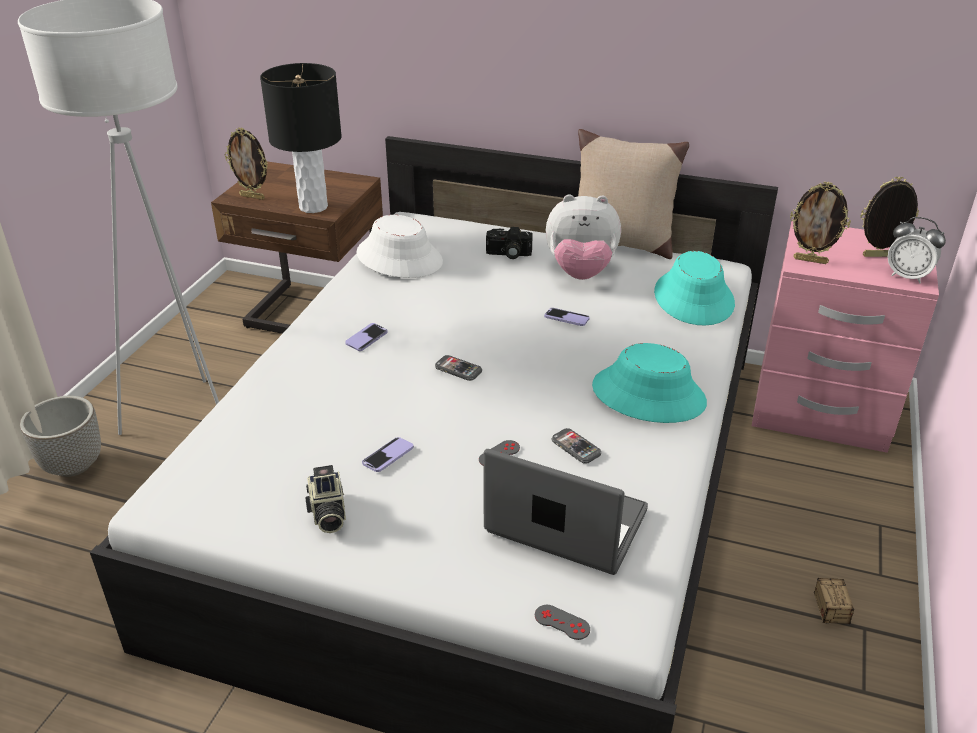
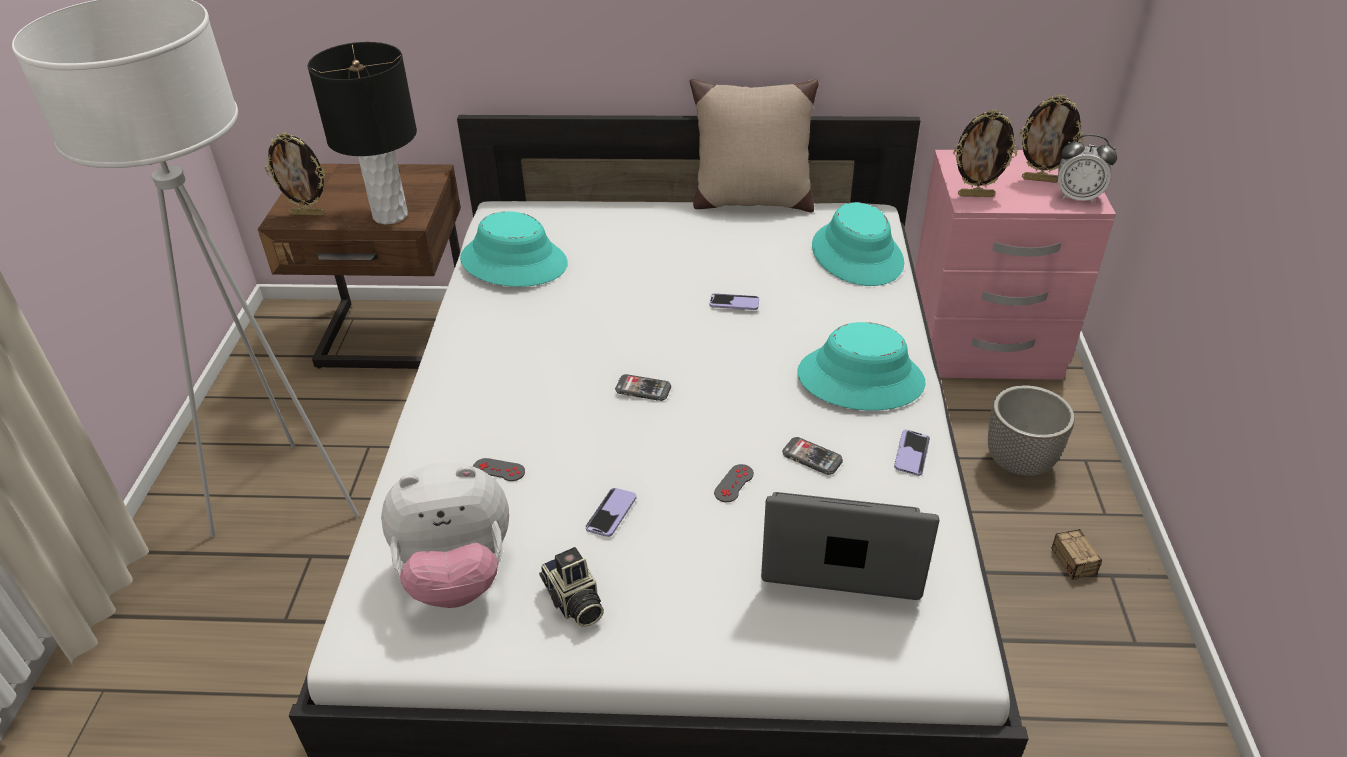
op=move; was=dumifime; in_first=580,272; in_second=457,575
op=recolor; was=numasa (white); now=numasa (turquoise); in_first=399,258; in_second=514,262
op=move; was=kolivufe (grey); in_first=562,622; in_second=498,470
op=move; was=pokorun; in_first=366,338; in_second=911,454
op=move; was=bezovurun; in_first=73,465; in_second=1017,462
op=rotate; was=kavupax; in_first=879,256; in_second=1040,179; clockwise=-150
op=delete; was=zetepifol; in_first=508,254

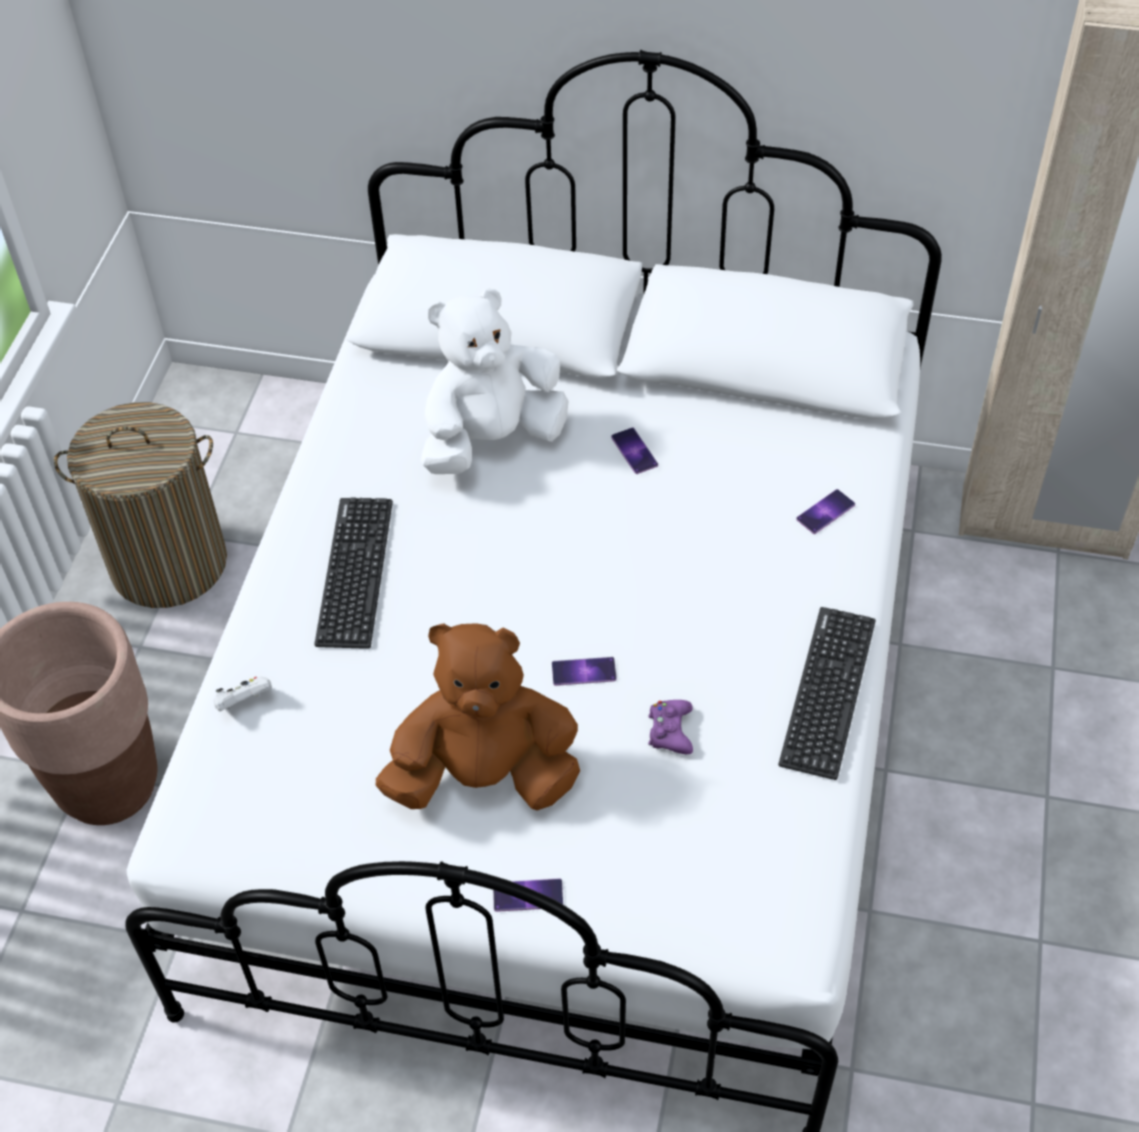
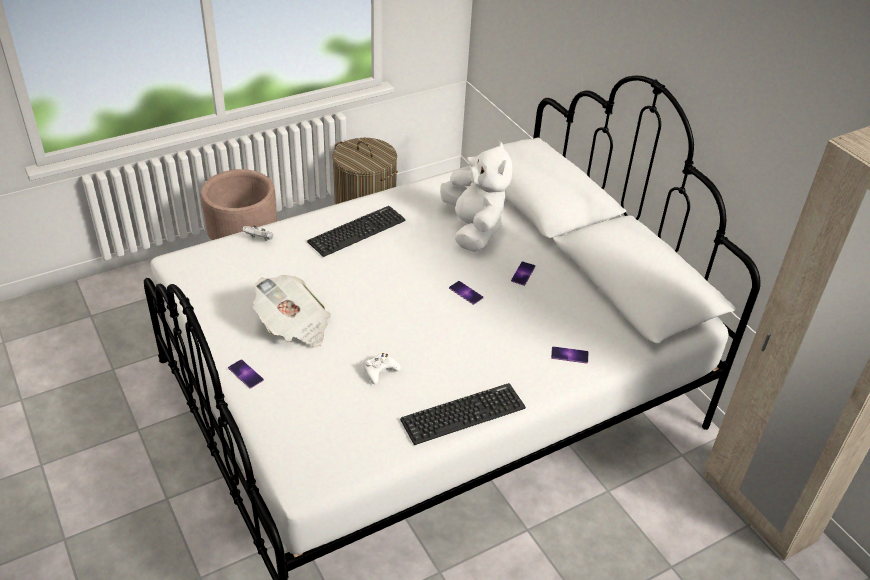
op=replace; was=dumifime (brown); now=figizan; in_first=484,776; in_second=294,326
op=recolor; was=kolivufe (purple); now=kolivufe (white); in_first=670,731; in_second=380,371
op=rotate; was=dumifime (white); in_first=491,439; in_second=473,229; clockwise=60
op=move; was=pokorun; in_first=584,671; in_second=466,293

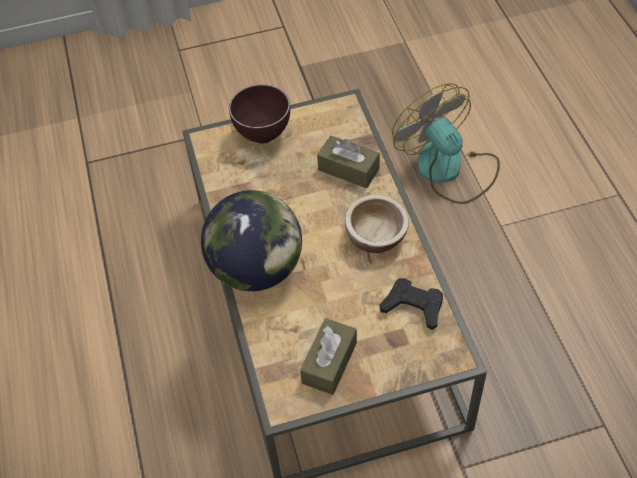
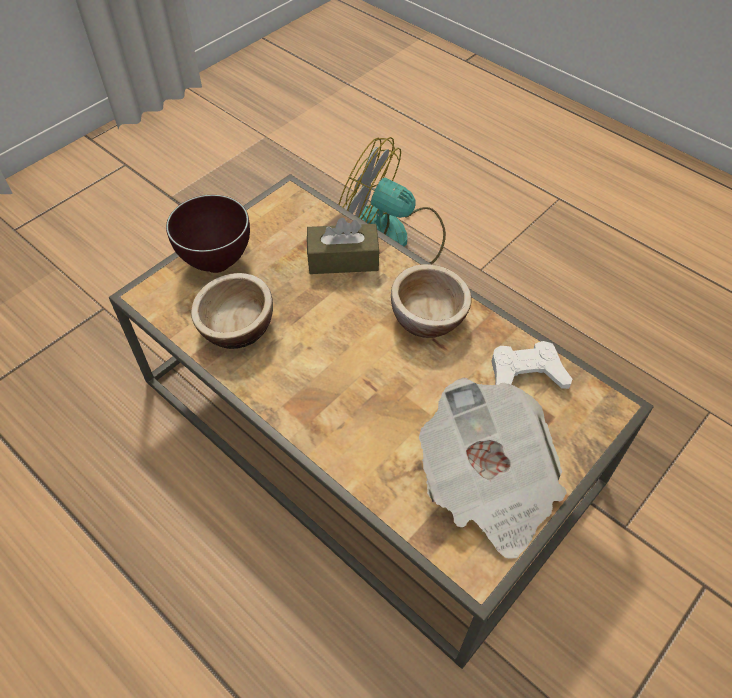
op=insert; now=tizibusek; in_second=237,327
op=replace; was=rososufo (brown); now=figizan; in_first=329,363; in_second=488,485
op=recolor; was=kolivufe (black); now=kolivufe (white); in_first=413,306; in_second=526,373
op=delete; was=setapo; in_first=256,269

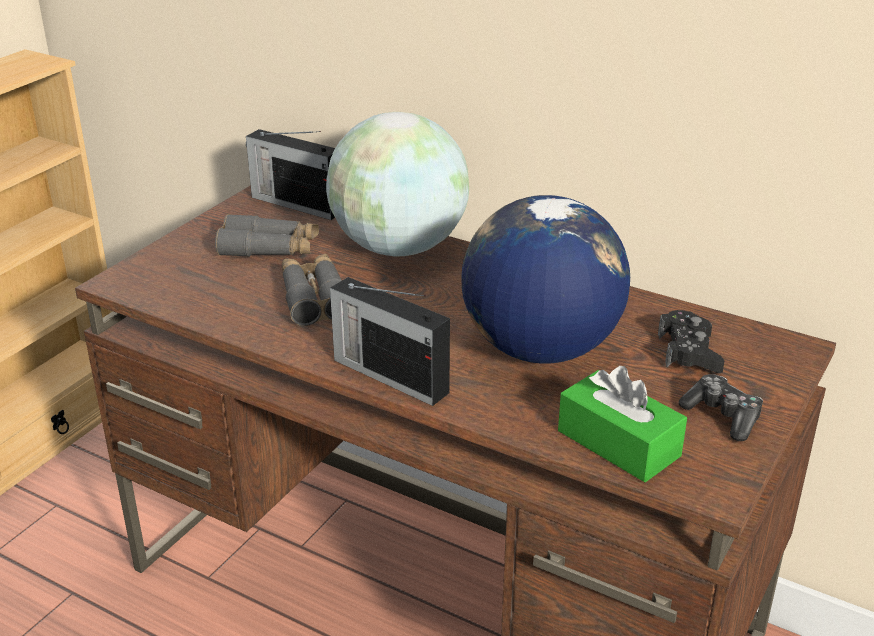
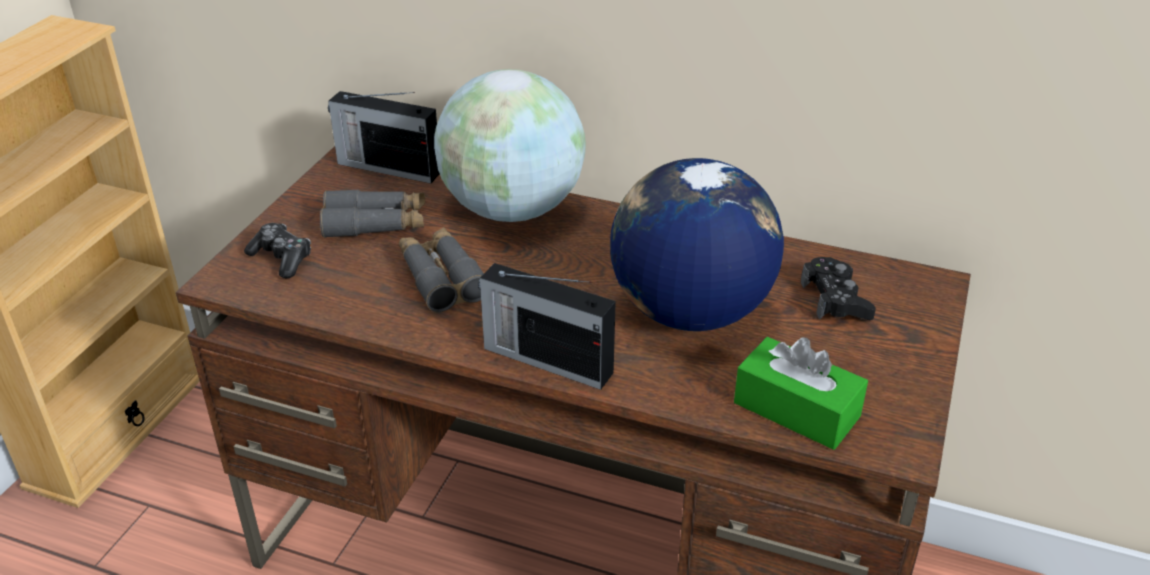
op=move; was=kolivufe; in_first=722,416; in_second=282,258

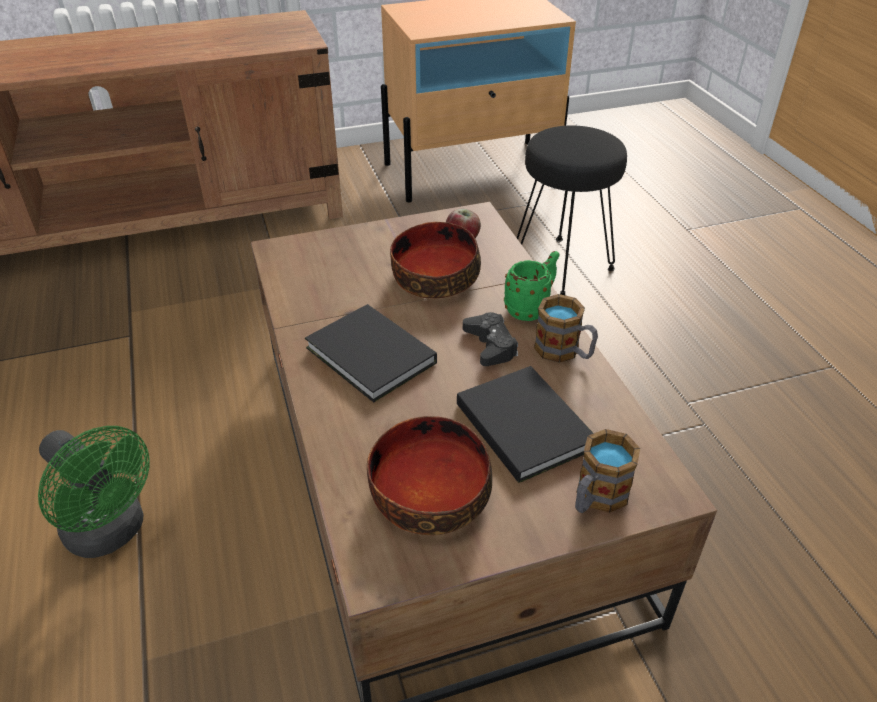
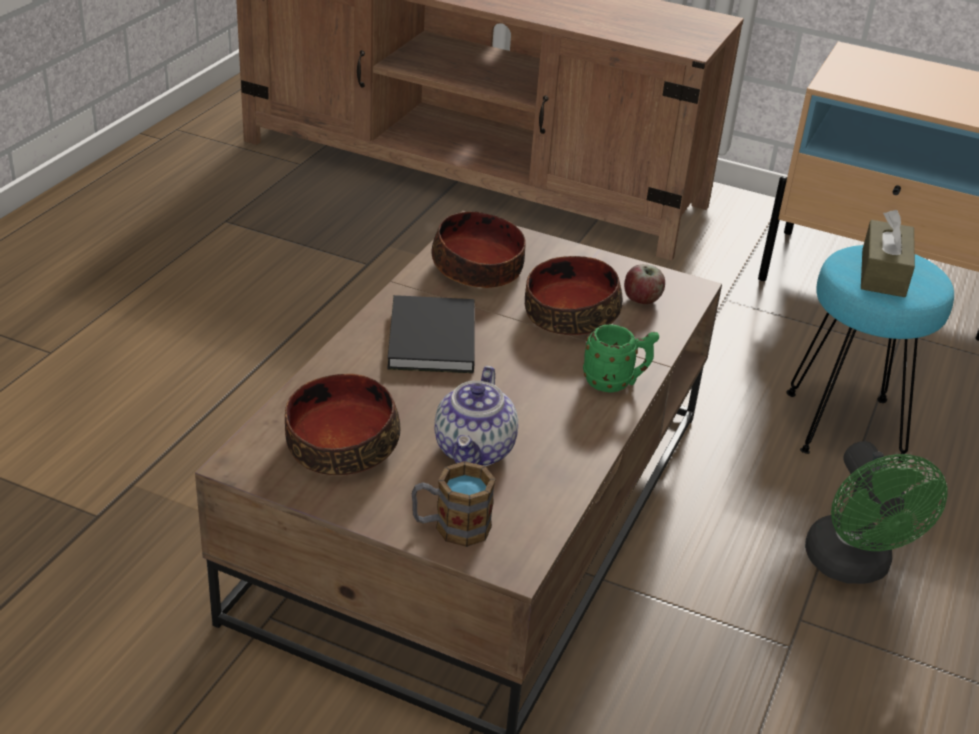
op=insert; now=tizibusek; in_second=477,269
op=replace; was=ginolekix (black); now=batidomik; in_first=524,423; in_second=475,450
op=recolor; was=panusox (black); now=panusox (turquoise); in_first=562,266; in_second=846,426
op=move; was=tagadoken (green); in_first=112,533; in_second=853,567
op=insert; now=rososufo (brown); in_second=883,273
op=delete; was=kolivufe (black); in_first=490,345
op=delete; was=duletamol; in_first=564,352

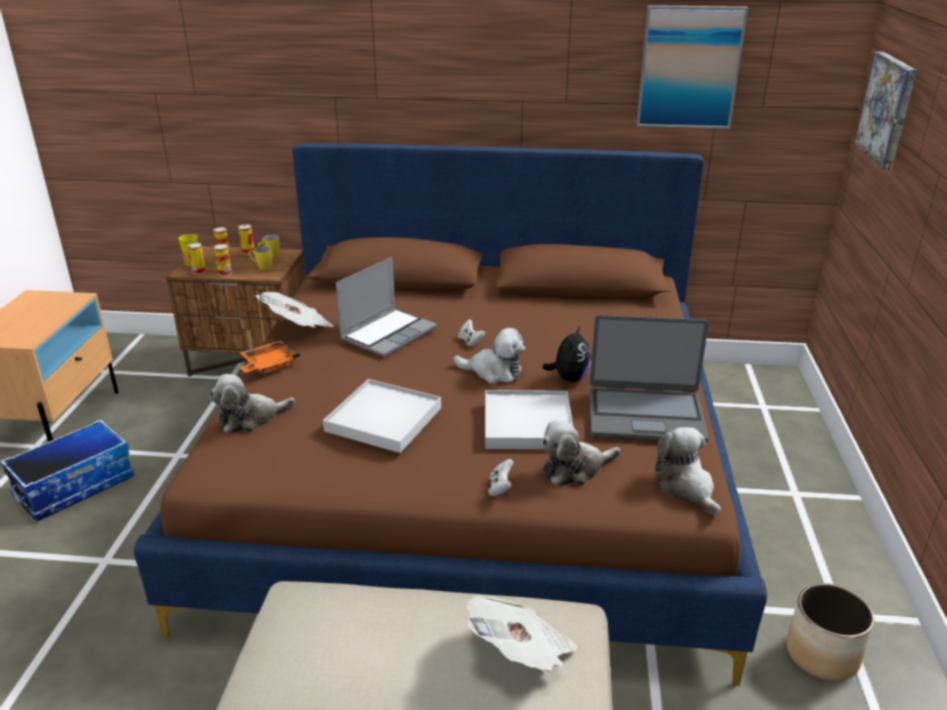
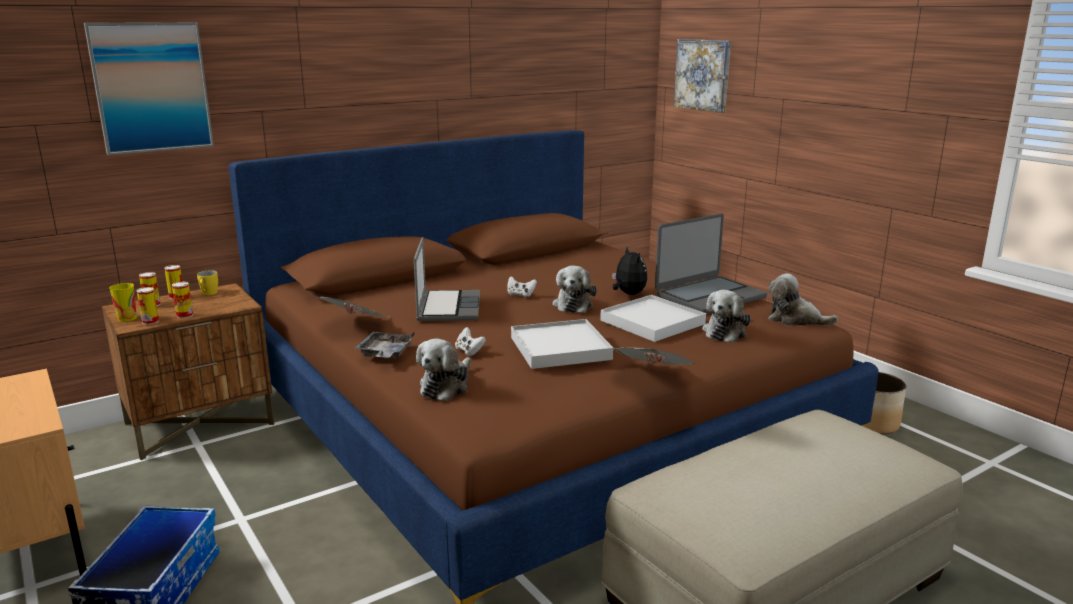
op=move; was=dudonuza; in_first=689,67; in_second=151,87
op=recolor; was=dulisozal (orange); now=dulisozal (grey); in_first=268,365; in_second=385,354
op=move; was=kolivufe (white); in_first=500,488; in_second=469,351
op=rotate; was=dumifime; in_first=493,371; in_second=573,304; clockwise=120
op=move; was=figizan; in_first=521,653; in_second=653,378
op=delete; was=duletamol (yellow); in_first=261,266

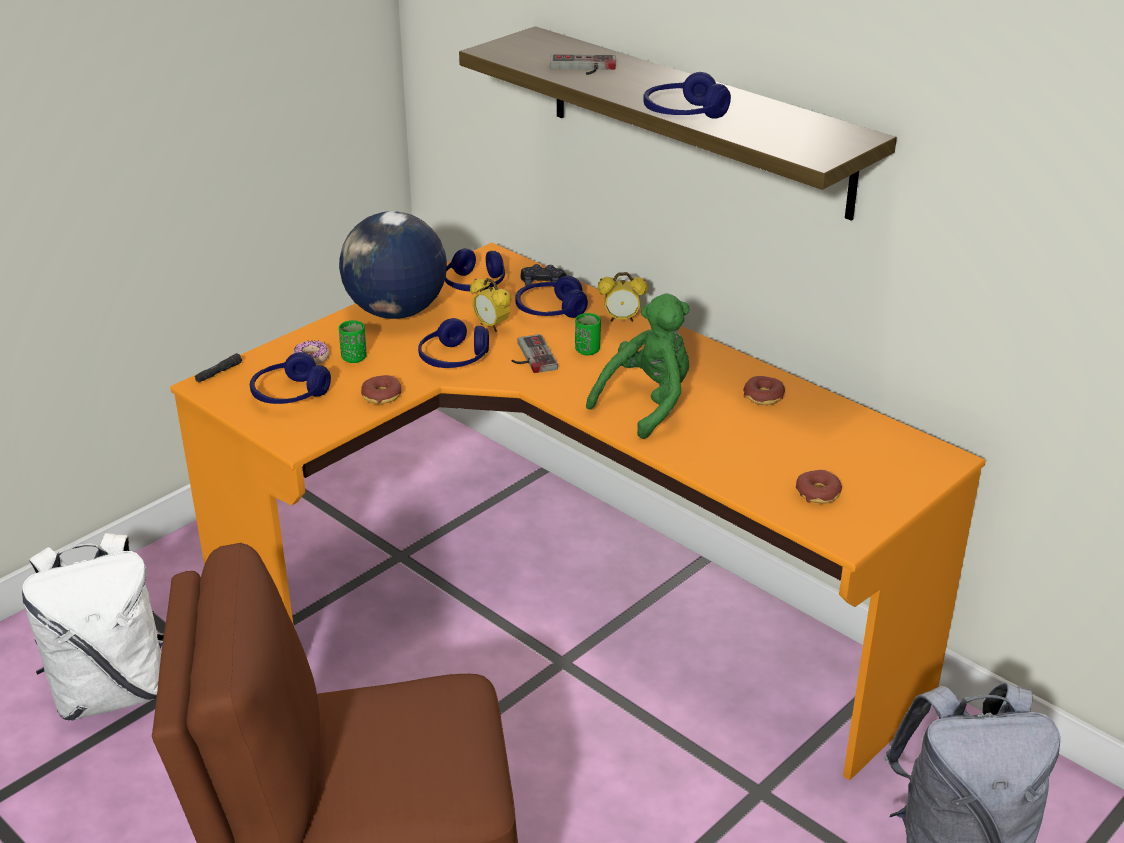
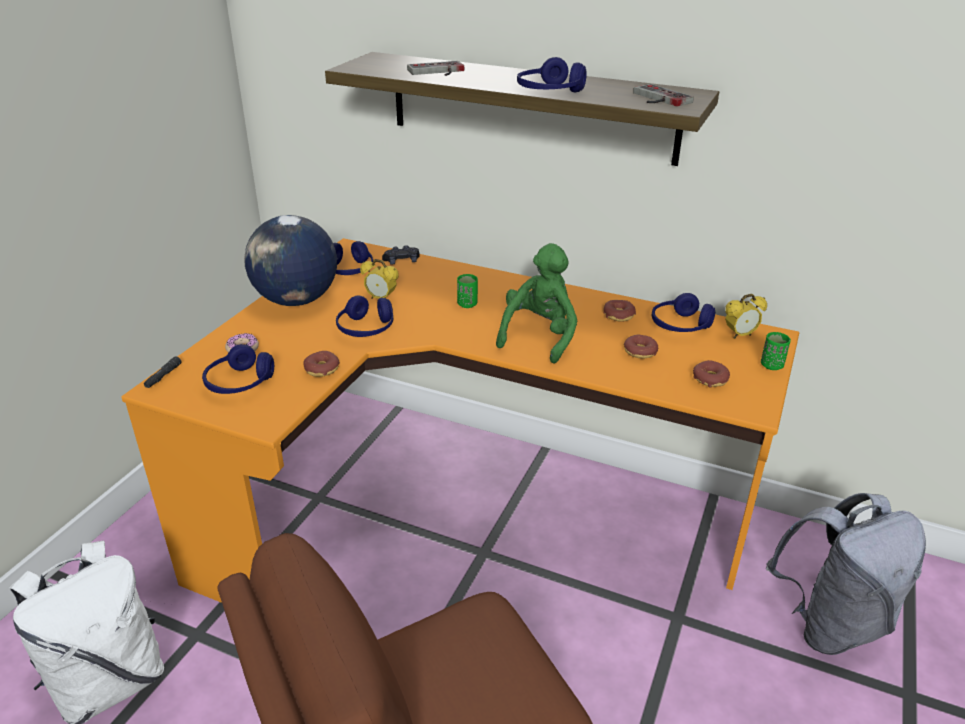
op=insert; now=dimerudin; in_second=640,352
op=move; was=kolivufe; in_first=530,357; in_second=657,99
op=move; was=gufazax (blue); in_first=550,311; in_second=680,326
op=move; was=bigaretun; in_first=621,319; in_second=740,335
op=move; was=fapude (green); in_first=354,358; in_second=771,365

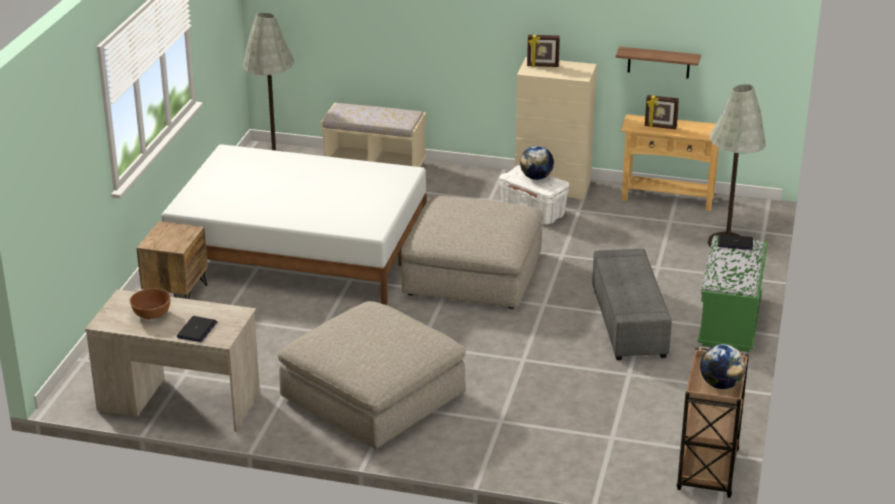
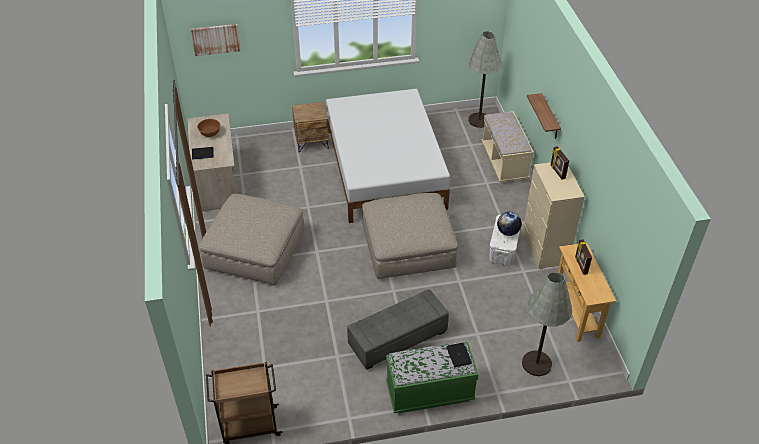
op=insert; now=dudonuza; in_second=216,39
op=move; was=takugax; in_first=658,62; in_second=550,117
op=delete; was=setapo; in_first=721,385

